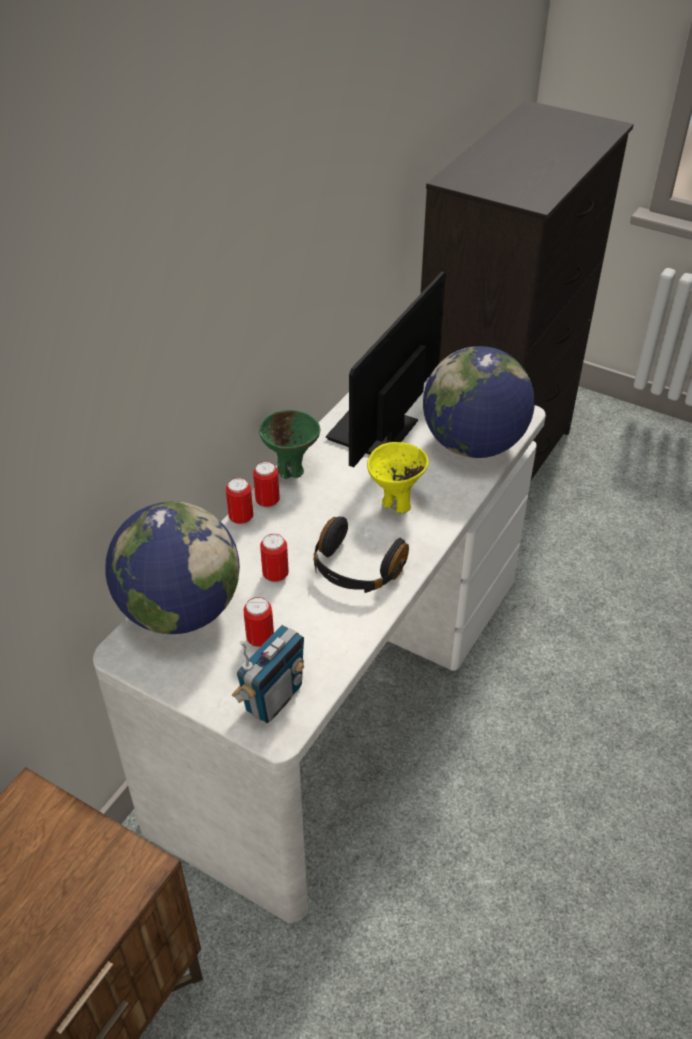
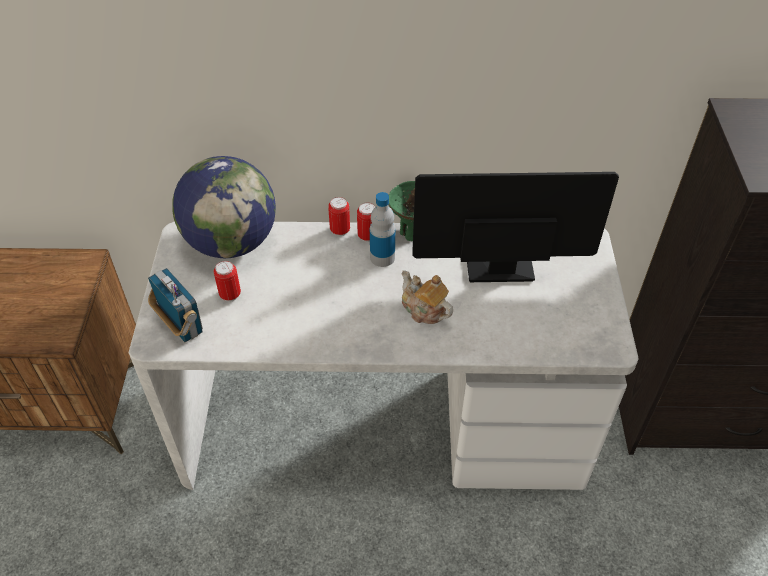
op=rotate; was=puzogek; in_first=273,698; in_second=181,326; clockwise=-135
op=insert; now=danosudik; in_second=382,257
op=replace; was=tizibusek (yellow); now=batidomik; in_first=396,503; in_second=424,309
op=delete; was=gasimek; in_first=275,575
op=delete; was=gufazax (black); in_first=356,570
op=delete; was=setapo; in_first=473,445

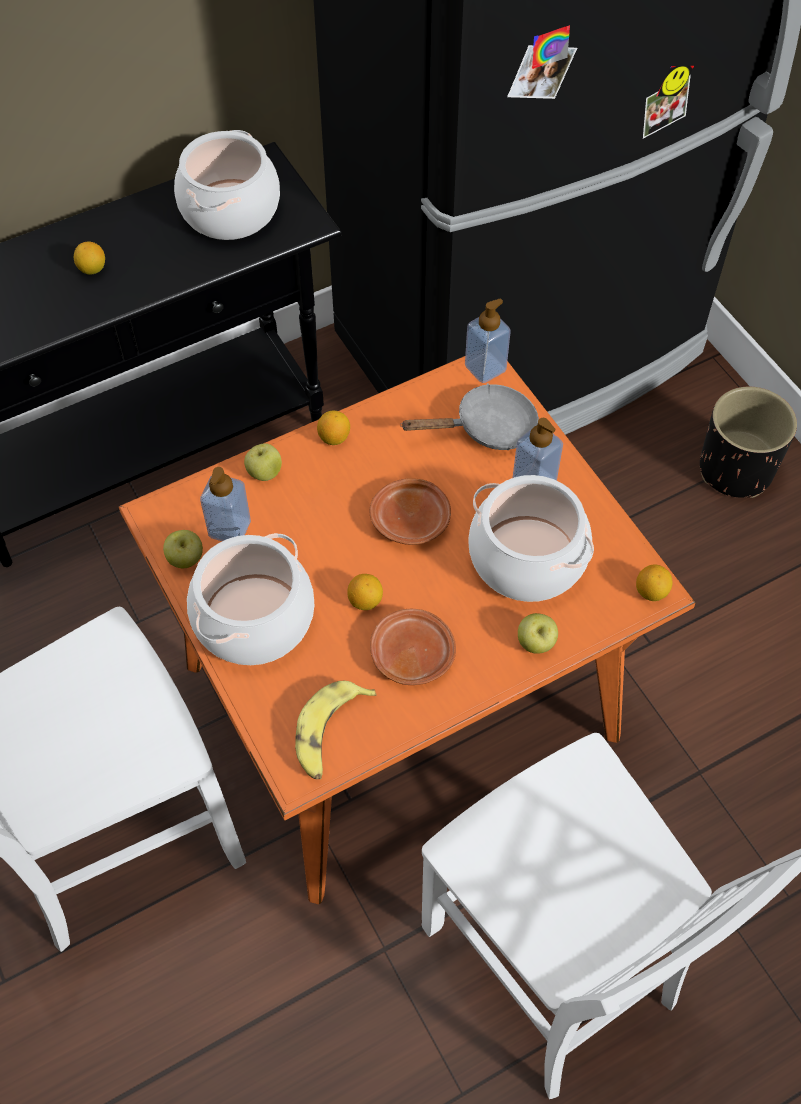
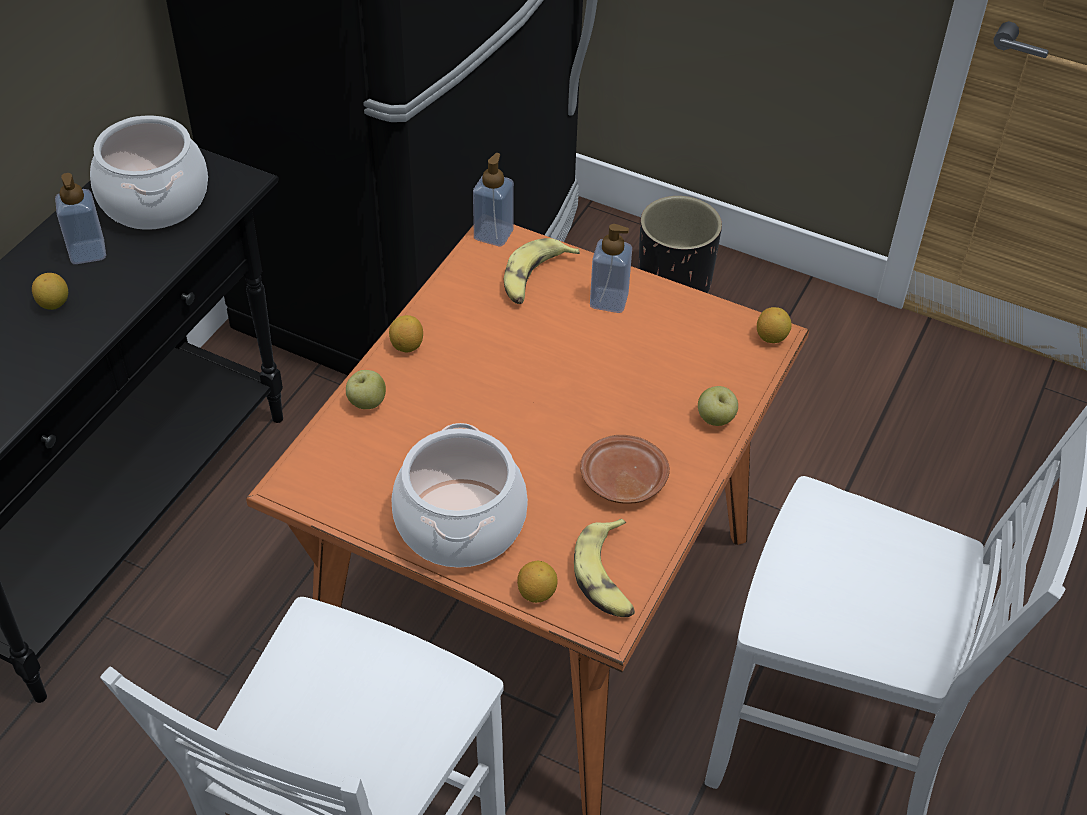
op=move; was=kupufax; in_first=229,528; in_second=88,252
op=replace; was=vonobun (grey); now=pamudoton; in_first=487,428; in_second=535,278
op=move; was=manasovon; in_first=365,601; in_second=537,593
op=delete; was=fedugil; in_first=185,559
op=delete; was=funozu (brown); in_first=411,520
op=delete; was=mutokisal; in_first=526,558

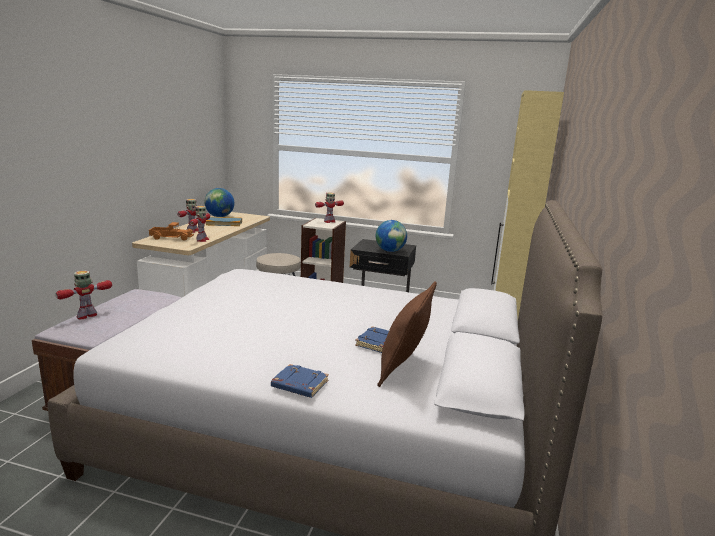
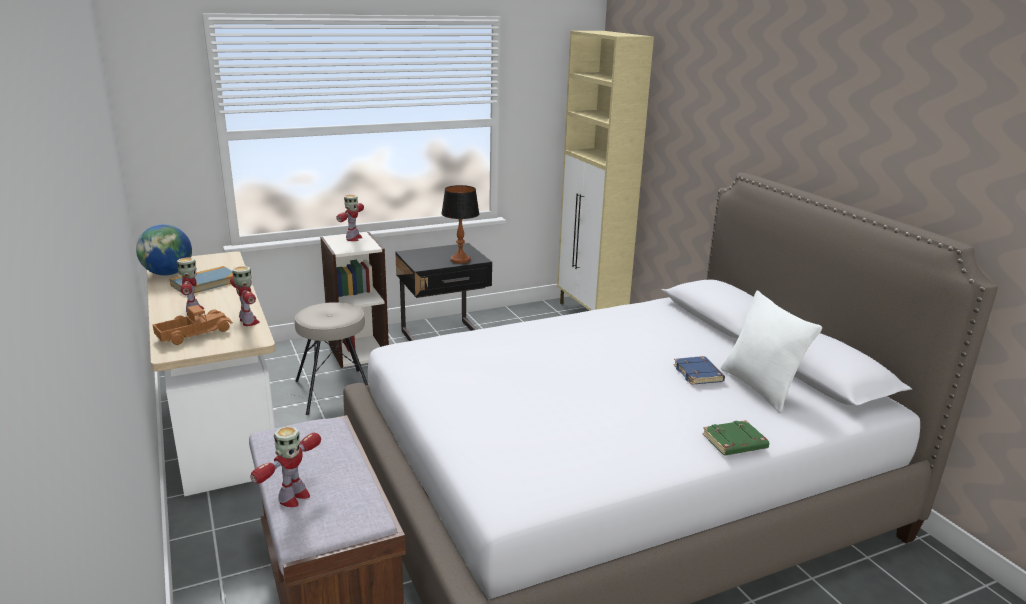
op=rotate; was=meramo; in_first=87,316; in_second=293,498; clockwise=-150
op=replace; was=setapo; now=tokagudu; in_first=390,251; in_second=460,260
op=recolor; was=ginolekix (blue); now=ginolekix (green); in_first=299,385; in_second=734,443
op=recolor; was=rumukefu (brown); now=rumukefu (white); in_first=403,368; in_second=759,388

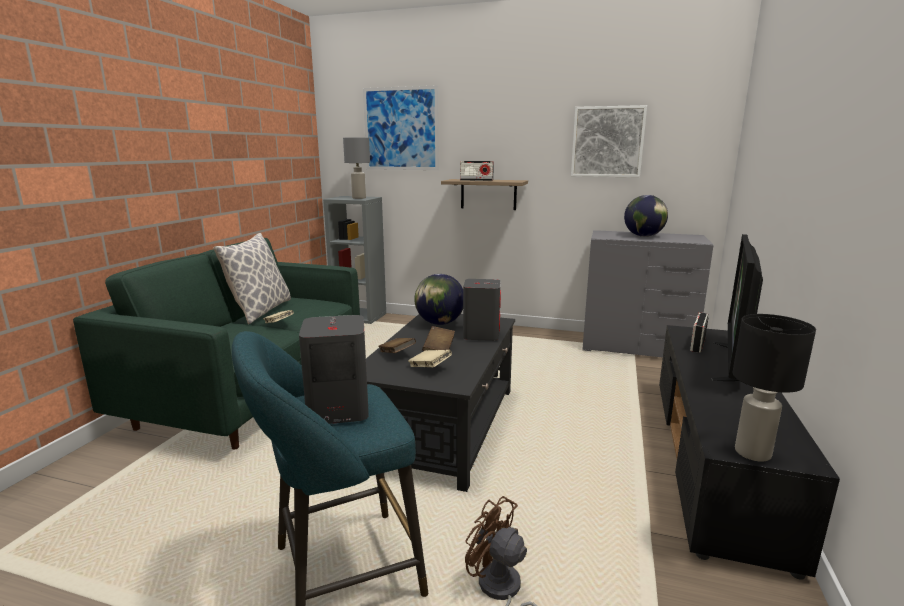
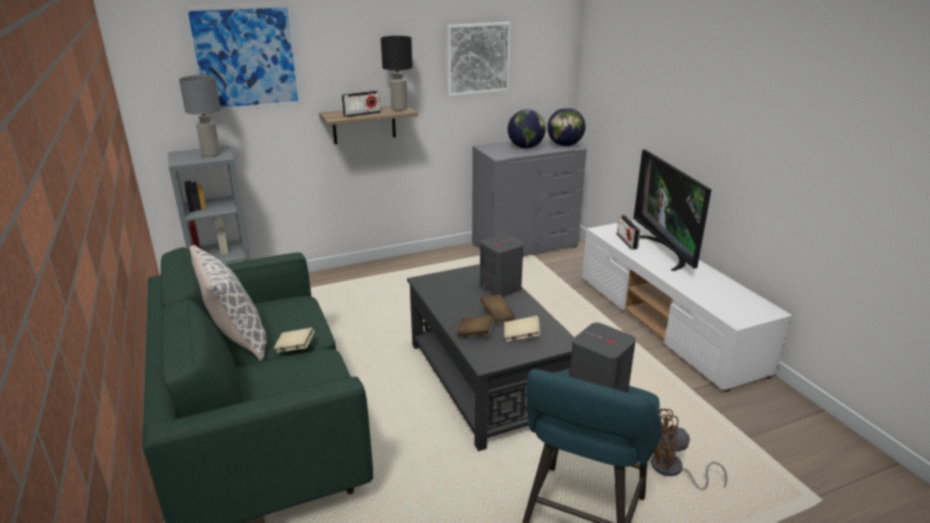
op=move; was=tokagudu (black); in_first=753,452; in_second=399,109
op=move; was=setapo; in_first=439,323; in_second=565,145
op=recolor; was=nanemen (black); now=nanemen (white); in_first=715,460; in_second=668,324

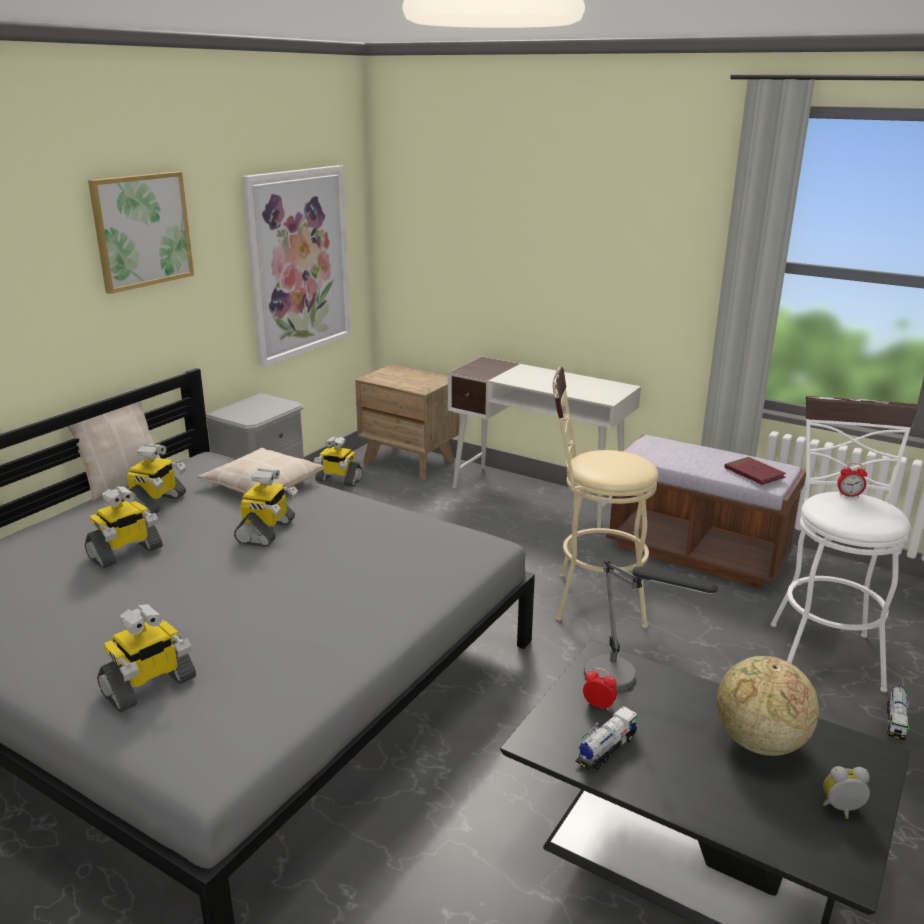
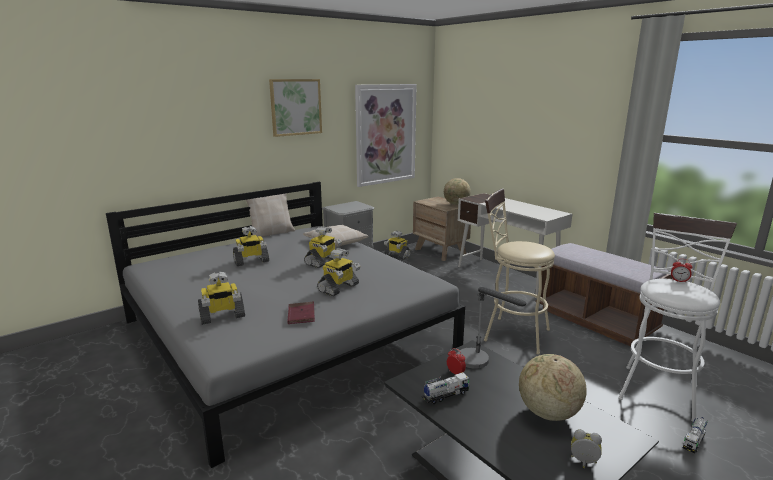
op=move; was=ginolekix (red); in_first=754,473; in_second=301,315
op=move; was=meramo; in_first=156,504; in_second=339,288
op=insert; now=setapo; in_second=456,204

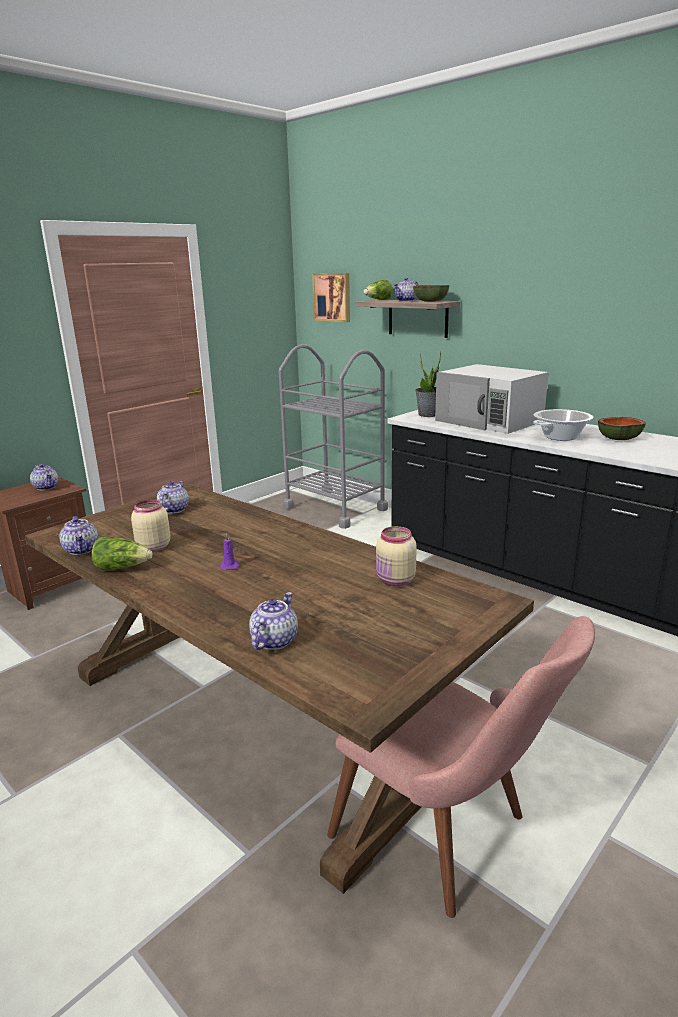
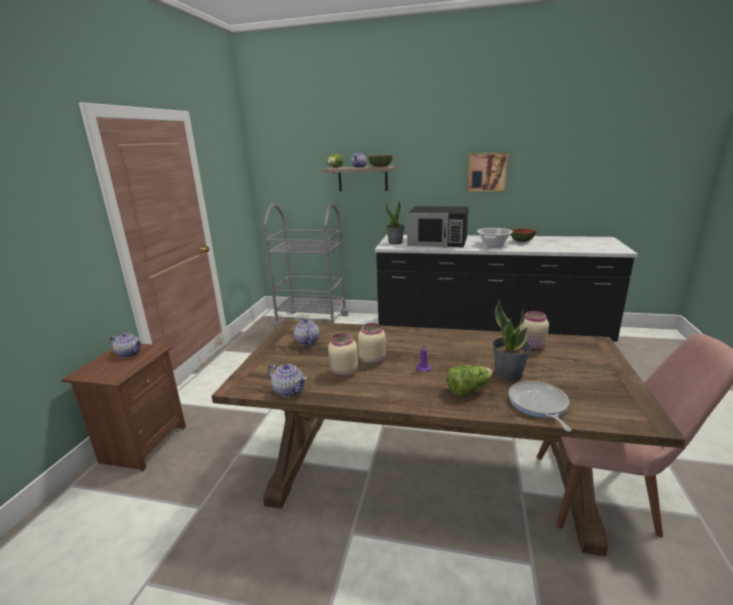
op=insert; now=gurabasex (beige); in_second=372,359
op=recolor; was=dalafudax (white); now=dalafudax (black); in_first=489,421; in_second=438,241
op=move; was=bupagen; in_first=122,568; in_second=468,389
op=move; was=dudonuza; in_first=332,297; in_second=487,172
op=insert; now=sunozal; in_second=508,374
op=replace; was=batidomik; now=vonobun; in_first=274,640; in_second=538,405

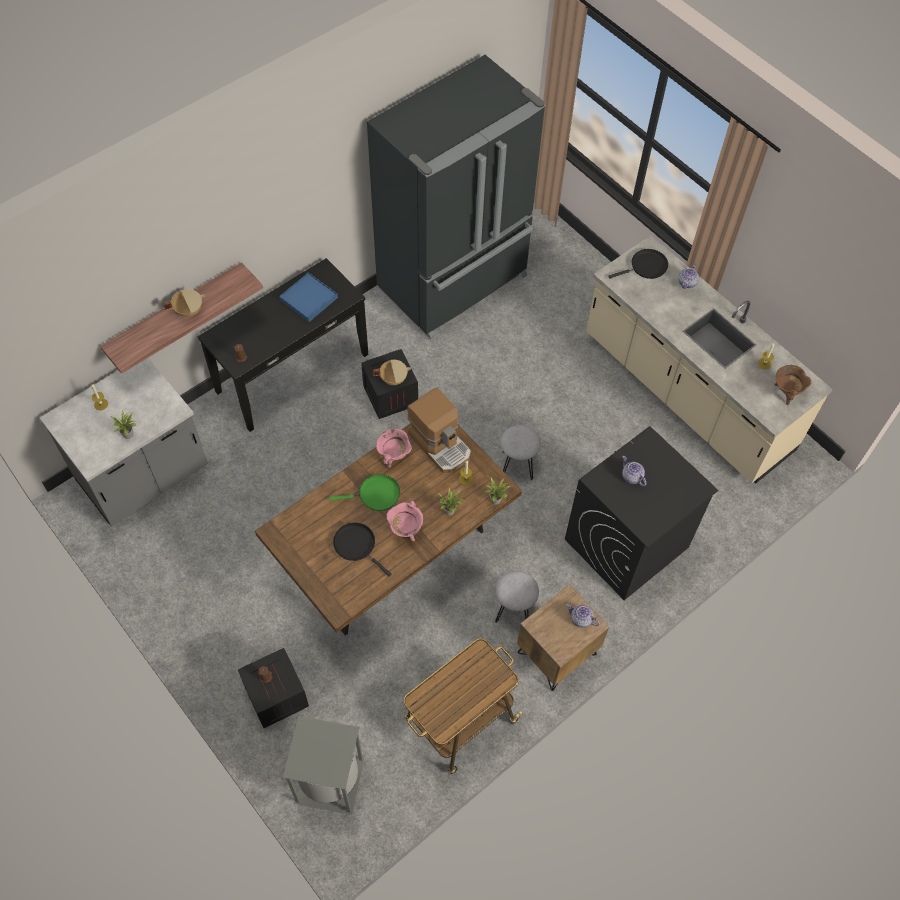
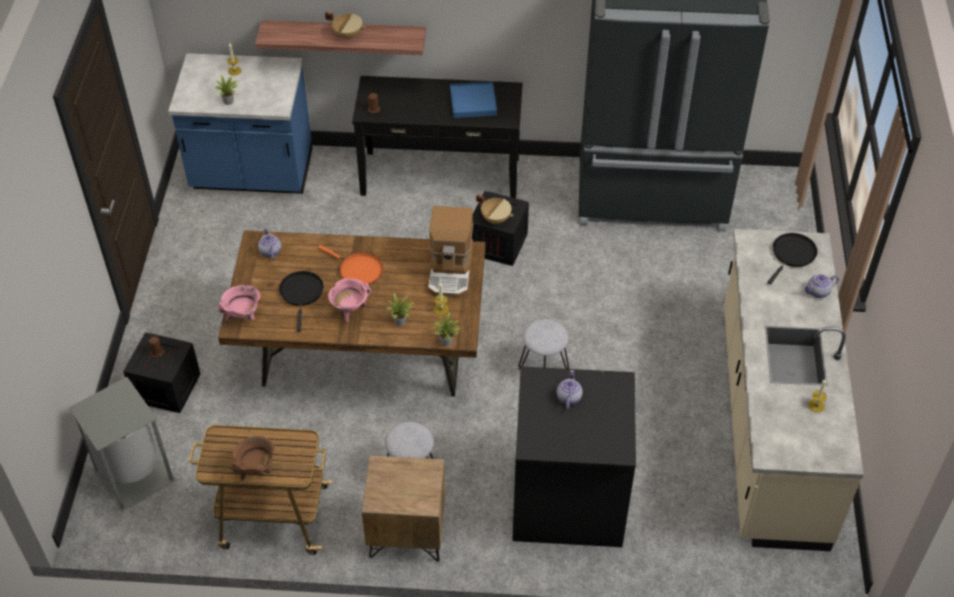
op=recolor; was=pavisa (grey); now=pavisa (blue); in_first=144,476; in_second=252,173
op=move; was=mutokisal (pink); in_first=394,456; in_second=243,316
op=move; was=mutokisal (brown); in_first=786,392; in_second=256,469
op=move; was=batidomik; in_first=581,619; in_second=270,251
op=recolor; was=vonobun (green); now=vonobun (orange); in_first=376,495; in_second=358,270
op=rotate; was=vonobun (black); in_first=646,267; in_second=792,254; clockwise=-75

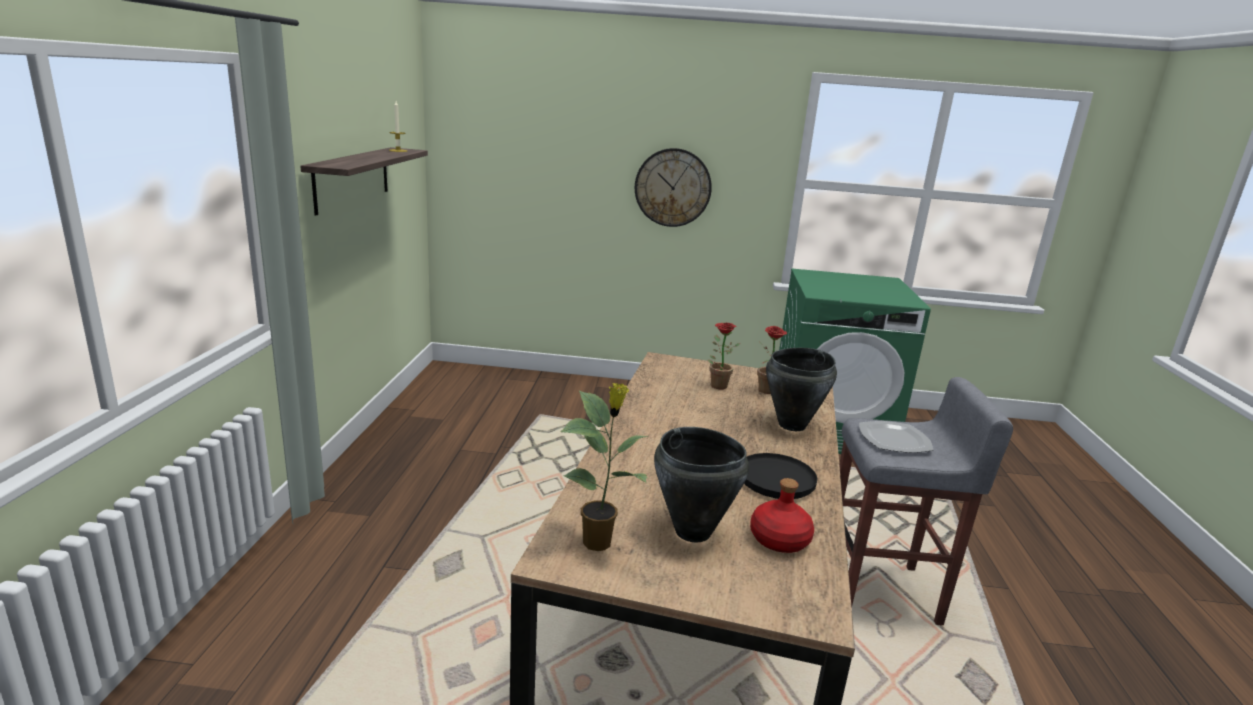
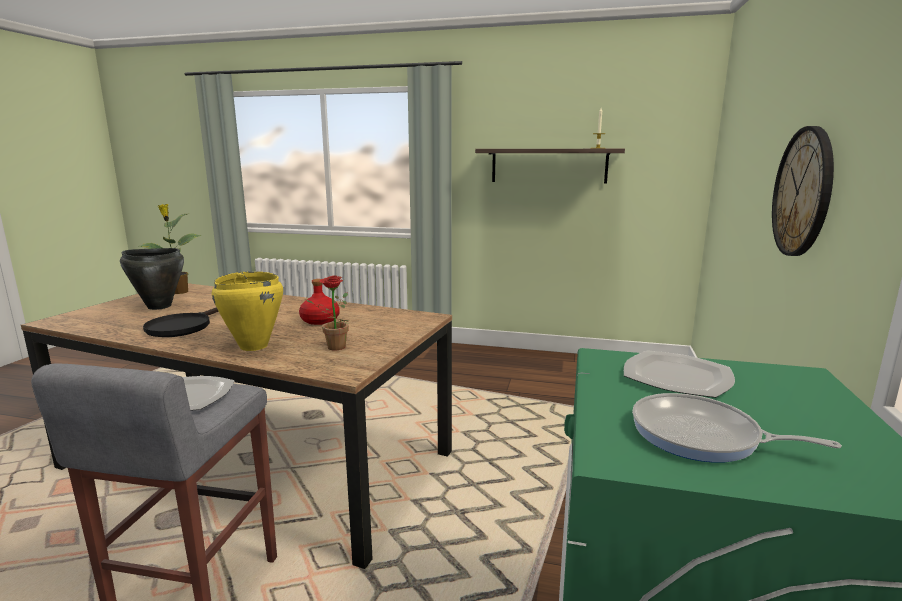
op=recolor; was=mutokisal (black); now=mutokisal (yellow); in_first=792,425; in_second=253,346
op=move; was=danosudik (red); in_first=779,540; in_second=319,320
op=insert; now=funozu; in_second=677,378
op=insert; now=vonobun; in_second=701,436
op=delete; was=sunozal; in_first=716,384

